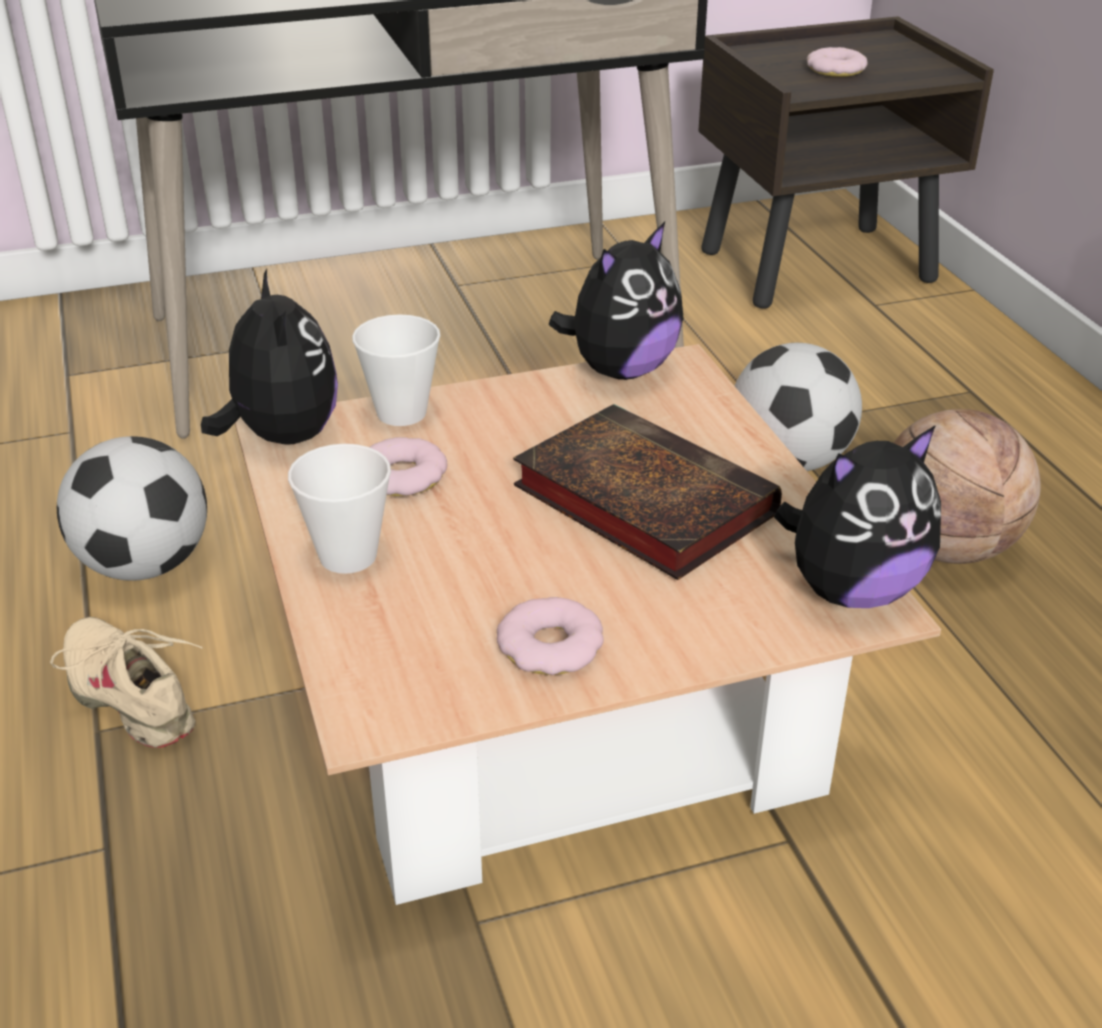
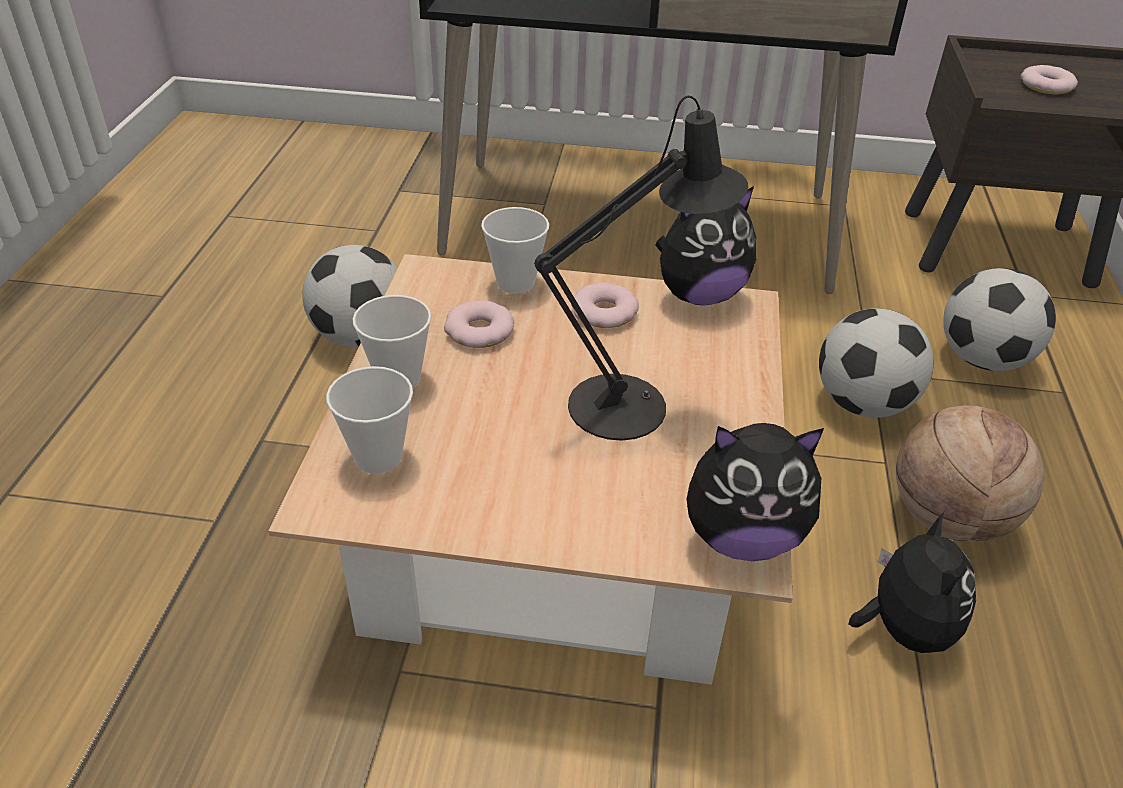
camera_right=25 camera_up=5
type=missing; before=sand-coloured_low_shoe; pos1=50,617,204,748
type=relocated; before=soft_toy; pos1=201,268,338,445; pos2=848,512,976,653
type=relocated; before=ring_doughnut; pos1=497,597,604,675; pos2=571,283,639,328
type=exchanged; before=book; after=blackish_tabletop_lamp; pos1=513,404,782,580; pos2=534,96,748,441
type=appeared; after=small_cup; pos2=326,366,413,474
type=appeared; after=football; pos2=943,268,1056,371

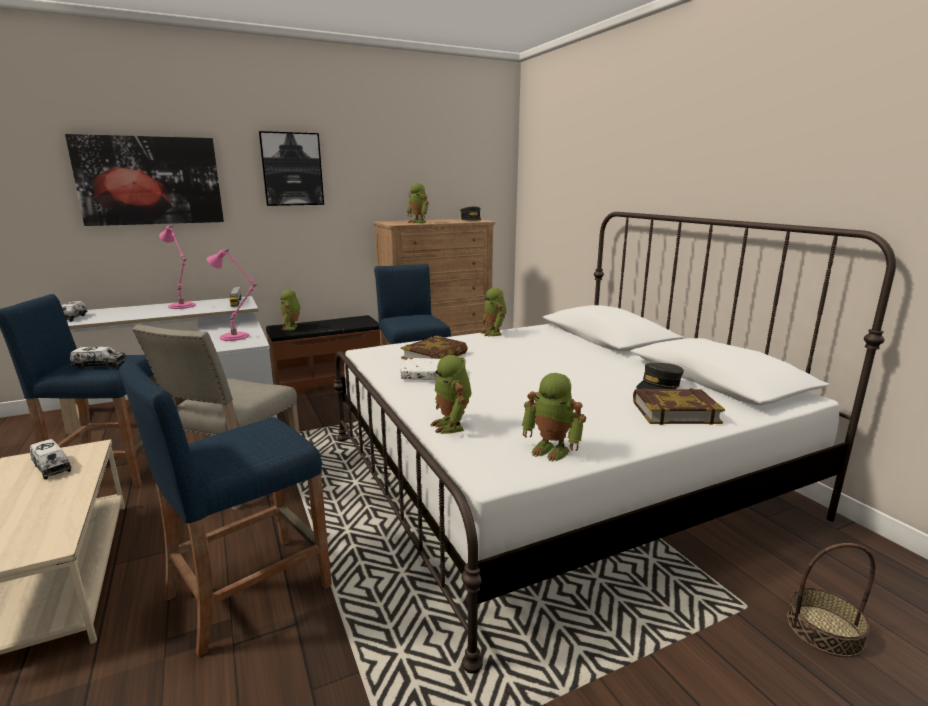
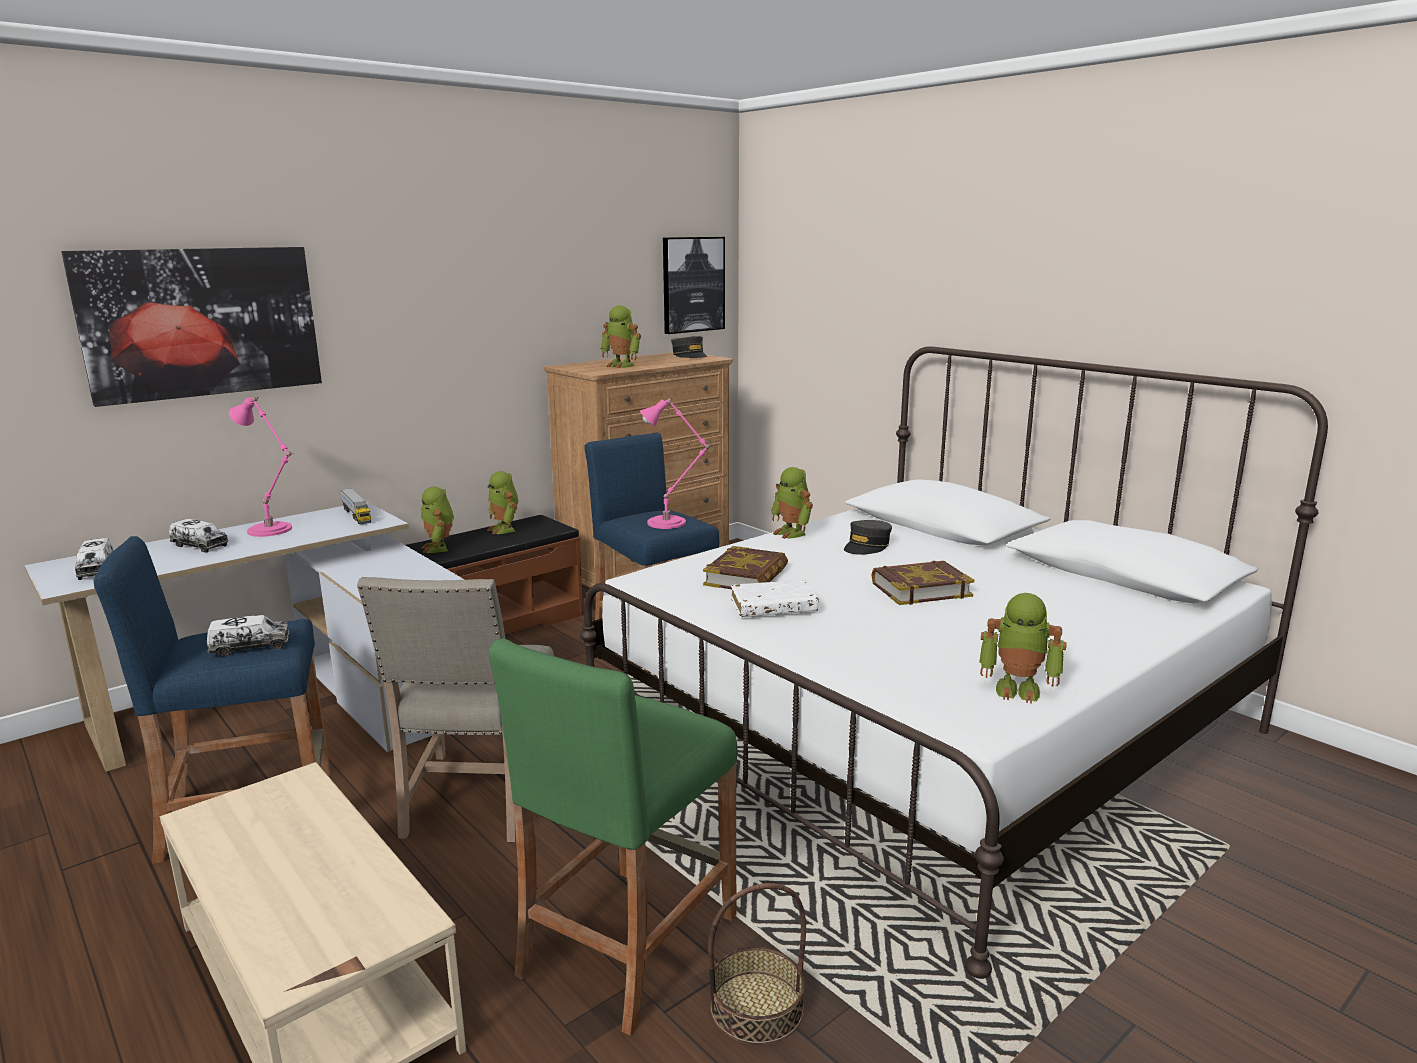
camera_right=-15 camera_up=0
type=relocated; before=model_truck; pos1=30,439,71,479; pos2=169,519,228,552
type=colour; before=blue-coloured_sitting_stool; after=greenish_sitting_stool; pos1=119,361,332,657; pos2=489,638,738,1036
type=relocated; before=pink-coloured_tabletop_lamp; pos1=207,249,258,341; pos2=640,399,709,529
type=relocated; before=picture; pos1=259,131,324,206; pos2=663,237,725,334
type=relocated; before=toy_robot; pos1=431,355,471,434; pos2=487,471,519,534
type=relocated; before=book; pos1=633,388,725,425; pos2=872,561,975,605
type=relocated; before=gray_peaked_cap; pos1=636,363,684,389; pos2=844,520,892,555
type=relocated; before=basket; pos1=787,543,875,657; pos2=708,883,806,1045

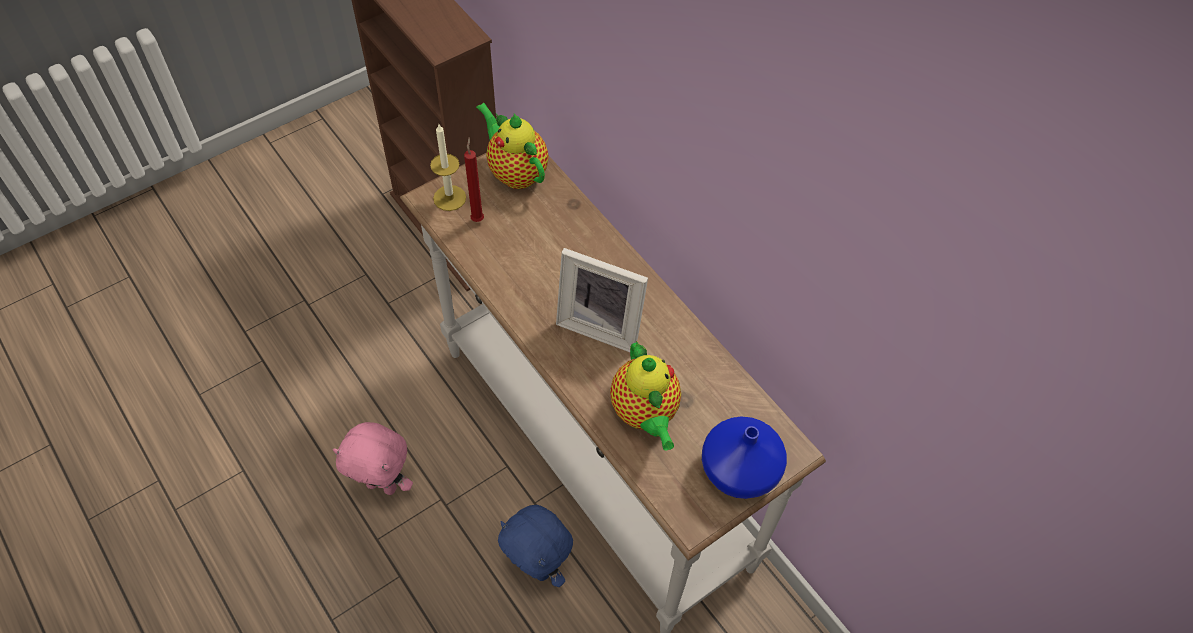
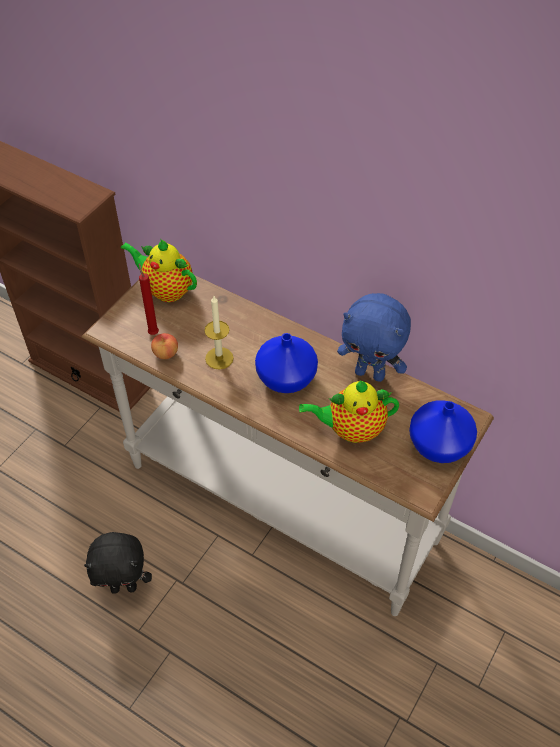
camera_right=-20 camera_up=-5
type=colour; before=pink-coloured_soft_toy; after=blackish_soft_toy; pos1=333,422,413,495; pos2=84,532,152,594
type=relocated; before=candle; pos1=430,123,466,211; pos2=204,296,234,370
type=relocated; before=blue-coloured_soft_toy; pos1=498,505,573,587; pos2=337,293,411,382
type=exchanged; before=standing_frame; after=blue-coloured_decorative_vase; pos1=556,248,648,352; pos2=255,333,318,393
type=spun; before=teapot; pos1=610,341,681,451; pos2=299,381,399,443; turn=120
type=appeared; after=apple; pos2=151,333,178,359

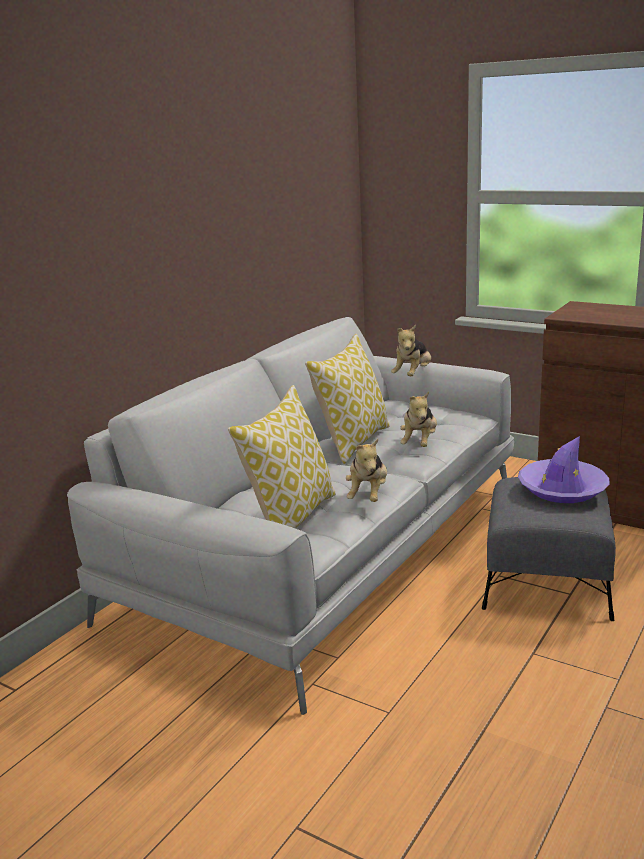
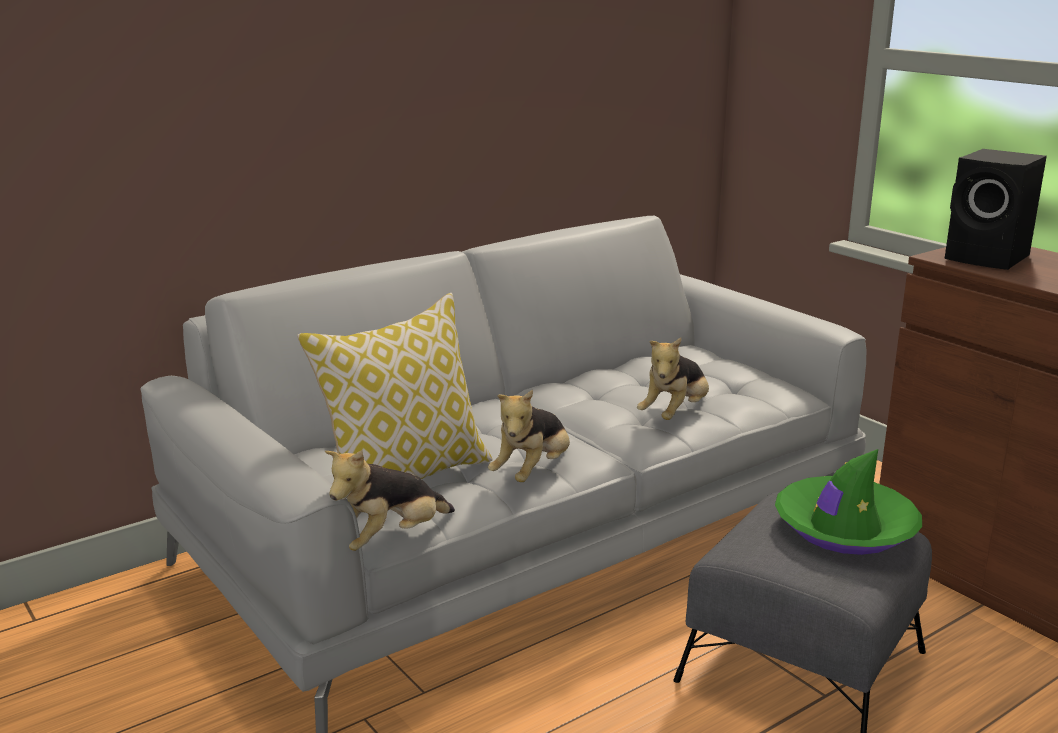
camera_right=20 camera_up=0
type=missing; before=cushion; pos1=305,334,390,464
type=relocated; before=soft_toy; pos1=391,325,431,376; pos2=325,450,455,551
type=colour; before=purple-coloured_wearable_hat; after=greenish_wearable_hat; pos1=518,436,609,503; pos2=775,449,922,555
type=appeared; after=blackish_speaker; pos2=944,149,1047,270

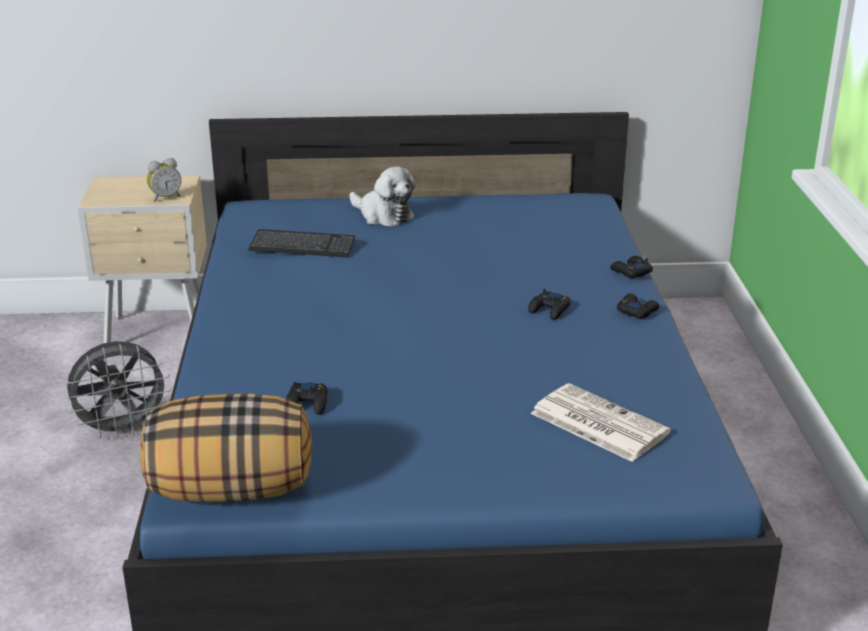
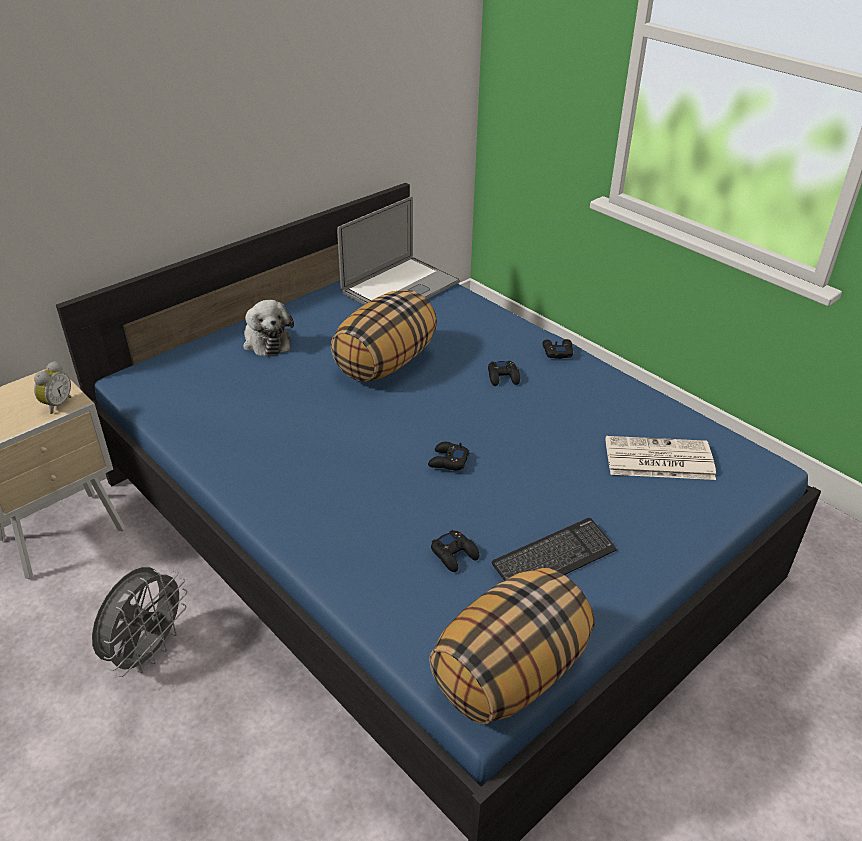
camera_right=-40 camera_up=10
type=relocated; before=computer_keyboard; pos1=248,229,355,257; pos2=492,518,617,580
type=spun; before=soft_toy; pos1=349,166,416,226; pos2=243,300,294,357; turn=60
type=relocated; before=blackish_game_controller; pos1=610,256,653,278; pos2=428,442,469,471
type=appeared; after=cushion; pos2=331,290,437,382
type=appeared; after=notebook_computer; pos2=337,196,460,305

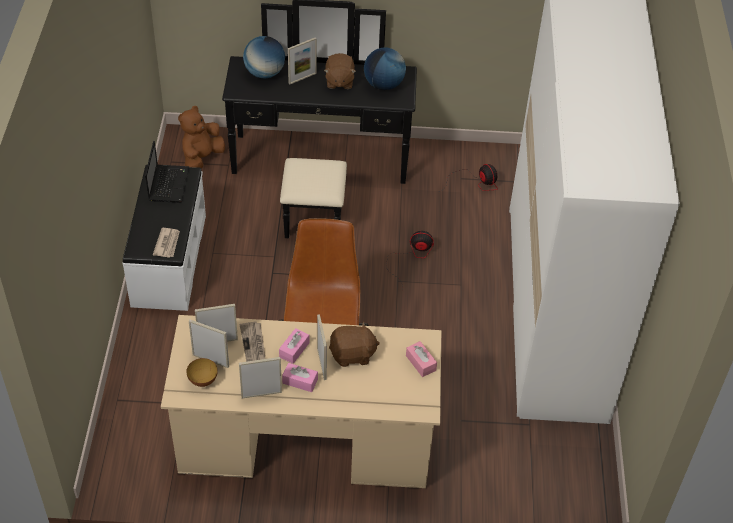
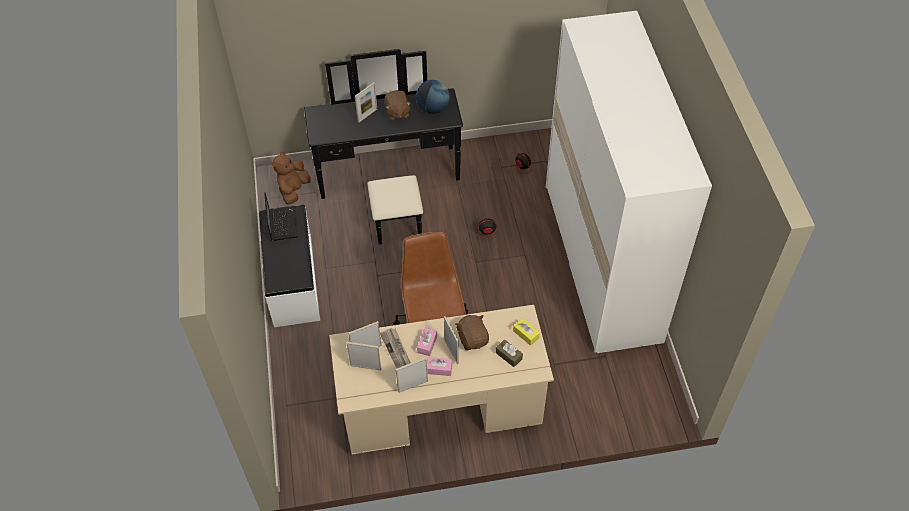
camera_right=-10 camera_up=5
type=missing; before=daily_paper; pos1=153,228,180,258
type=missing; before=bowl; pos1=186,358,218,387
type=missing; before=globe; pos1=243,36,285,78
type=spun; before=brown_soft_toy; pos1=329,322,380,367; pos2=455,315,489,350; turn=-90
type=colour; before=pink-coloured_tissue_holder; after=yellowish_tissue_holder; pos1=406,341,437,377; pos2=513,318,540,346
type=appeared; after=brown_tissue_holder; pos2=496,339,523,367

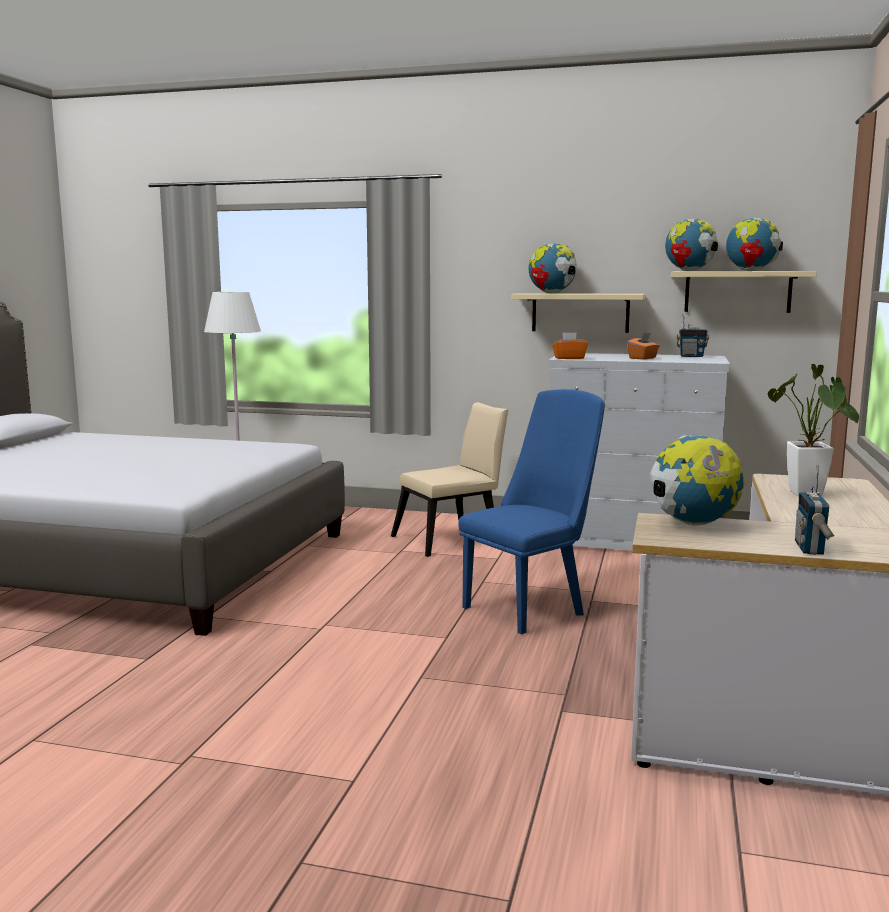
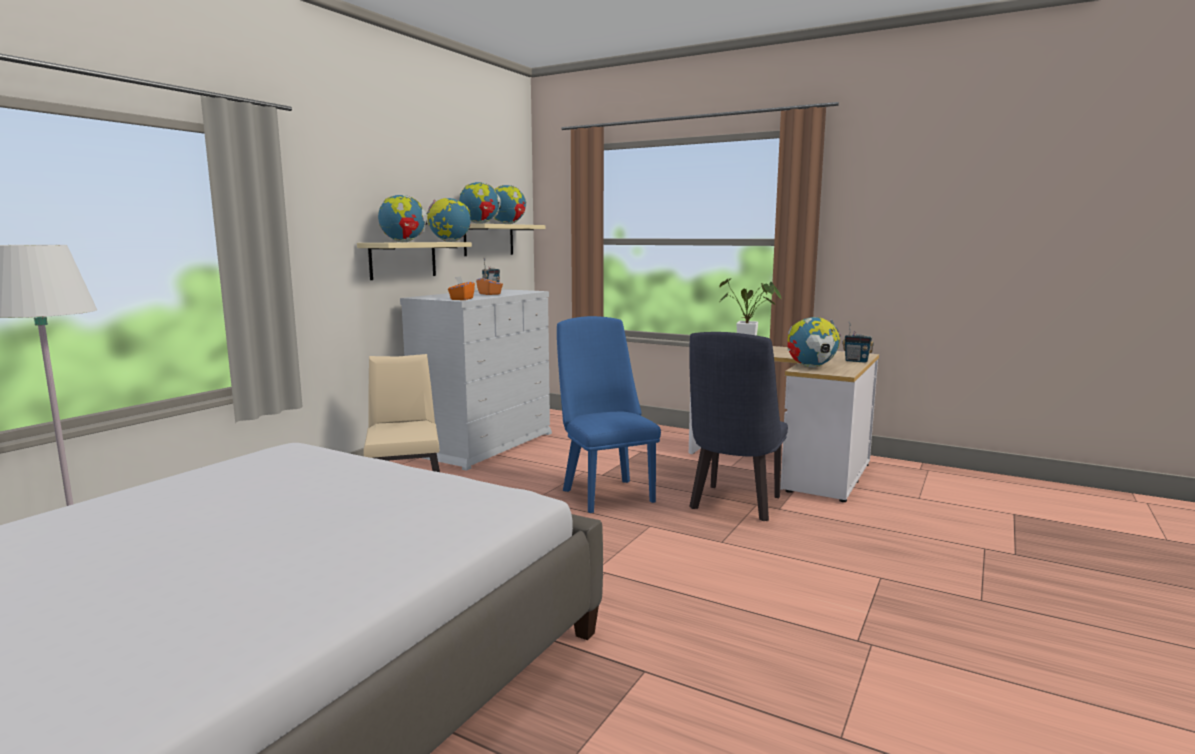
camera_right=-75 camera_up=0
type=appeared; after=globe; pos2=426,198,471,242
type=appeared; after=blue-coloured_chair; pos2=689,332,788,521

